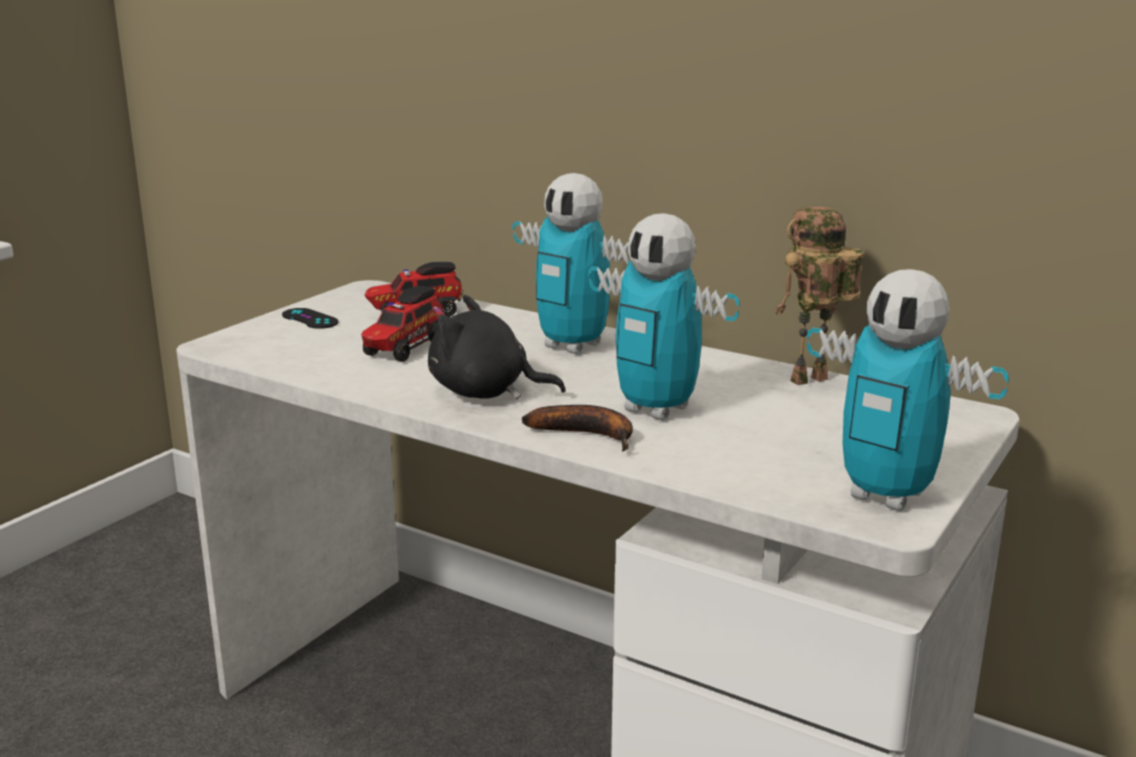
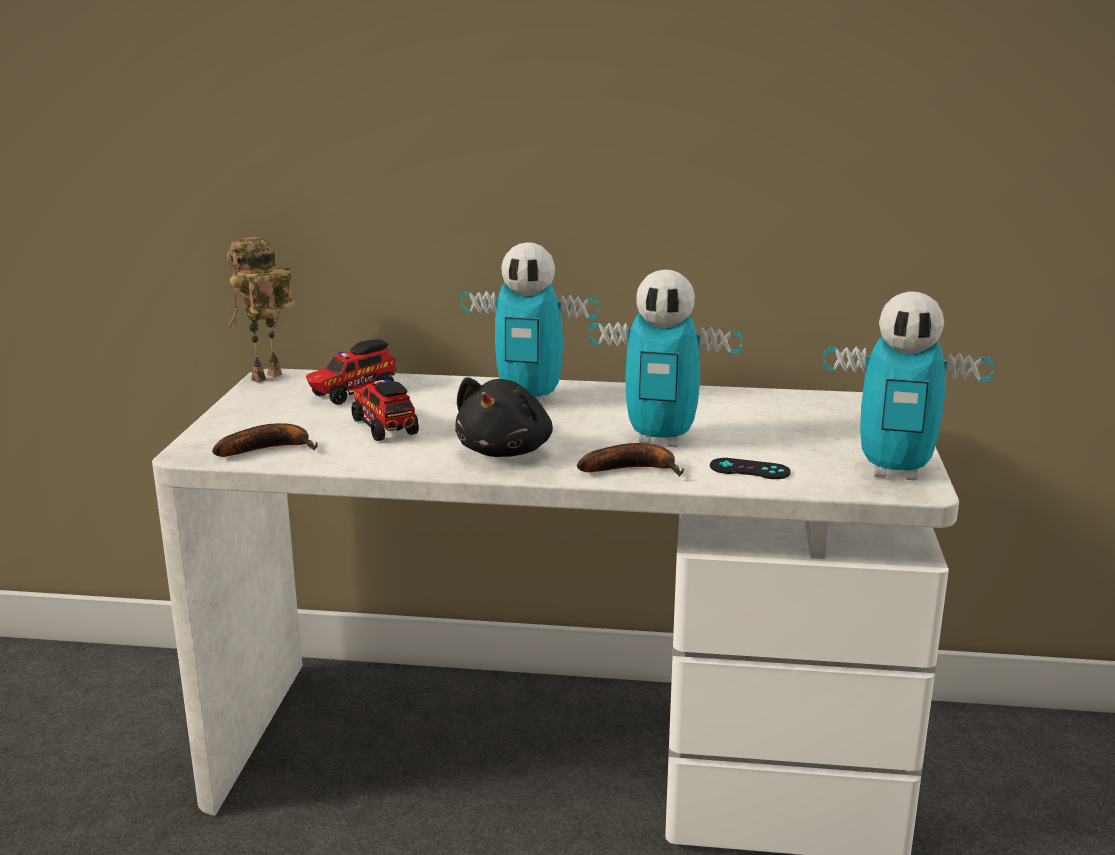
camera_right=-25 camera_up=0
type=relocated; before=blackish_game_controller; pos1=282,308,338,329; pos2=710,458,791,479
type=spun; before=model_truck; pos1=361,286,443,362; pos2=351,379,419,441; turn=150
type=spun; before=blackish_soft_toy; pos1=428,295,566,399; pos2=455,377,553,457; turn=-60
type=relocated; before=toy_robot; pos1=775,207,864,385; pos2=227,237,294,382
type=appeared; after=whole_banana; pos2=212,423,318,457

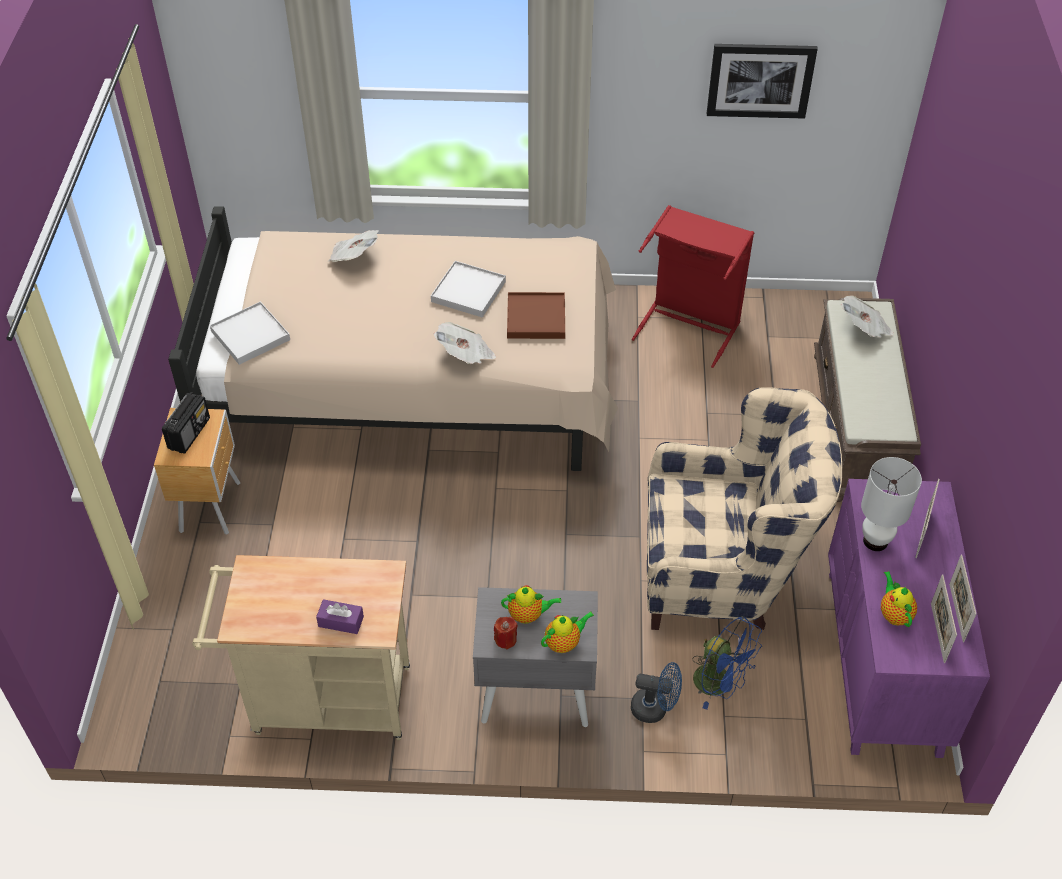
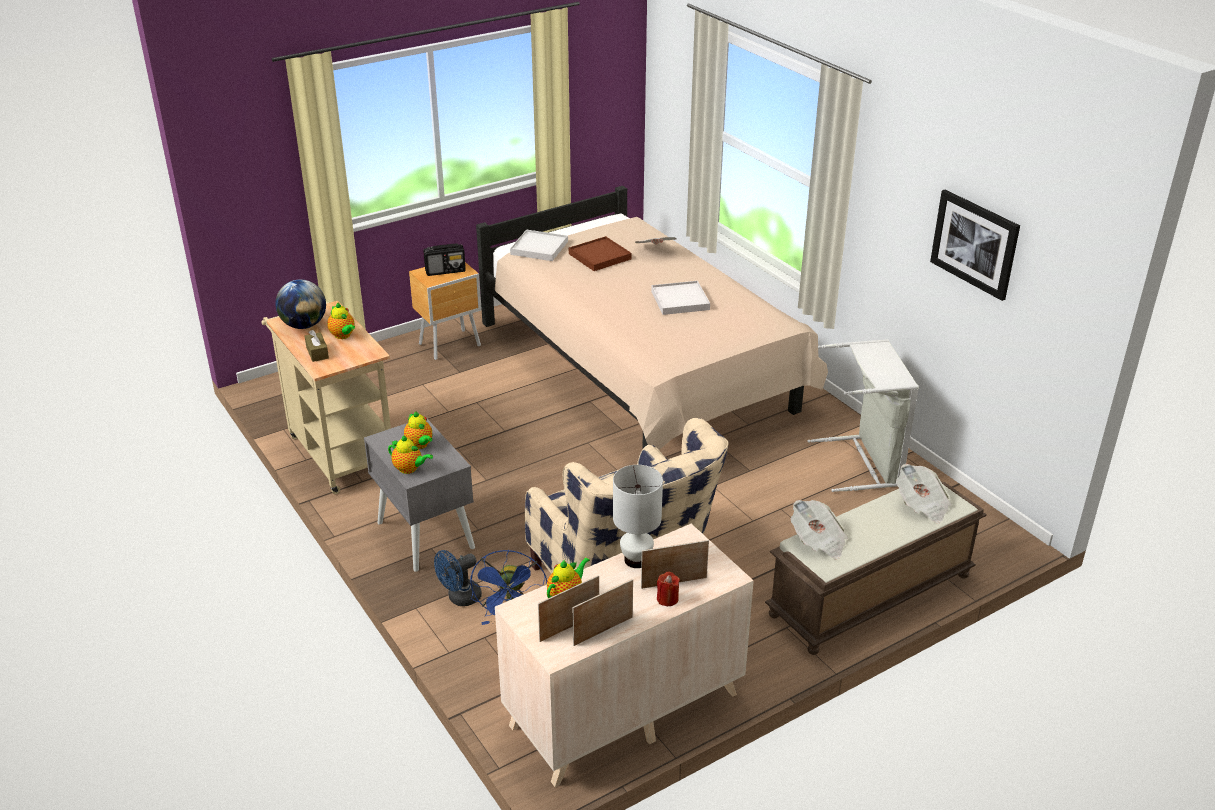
camera_right=55 camera_up=-15
type=colour; before=purple-coloured_tissue_holder; after=brown_tissue_holder; pos1=316,599,364,634; pos2=305,330,329,362
type=relocated; before=daily_paper; pos1=433,322,496,364; pos2=791,500,848,559
type=relocated; before=reddish_candle; pos1=494,617,518,649; pos2=657,572,680,606
type=relocated; before=brown_carrying_tray; pos1=507,292,565,339; pos2=569,236,632,271
type=spun; before=blue-coloured_cooling_fan; pos1=631,662,682,723; pos2=434,550,482,606; turn=75
type=colour; before=reddish_washing_basket; after=gray_washing_basket; pos1=632,205,754,368; pos2=807,339,919,492
type=colour; before=purple-coloured_chest_of_drawers; after=sand-coloured_chest_of_drawers; pos1=828,479,990,758; pos2=495,524,754,787
type=appeared; after=globe; pos2=275,279,326,329
type=appeared; after=teapot; pos2=327,303,355,339

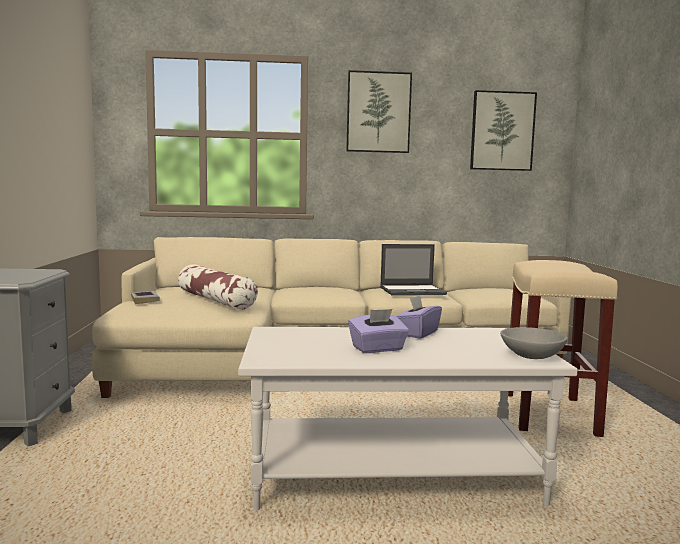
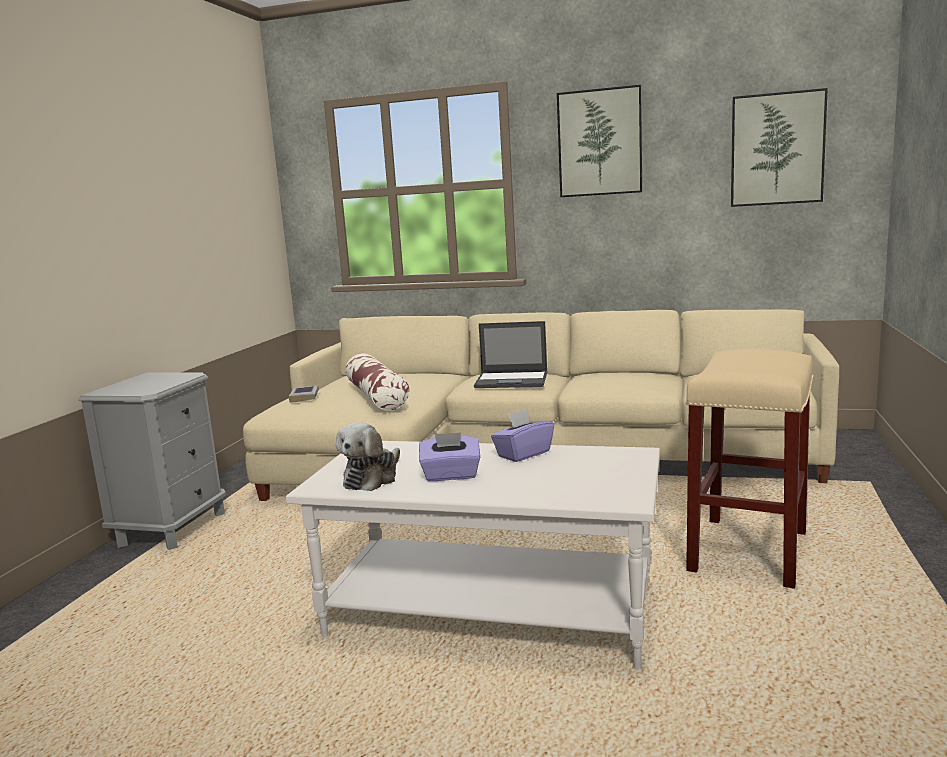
camera_right=20 camera_up=5
type=relocated; before=notebook_computer; pos1=380,244,447,296; pos2=474,321,547,388
type=missing; before=gray_bowl; pos1=500,327,568,359
type=appeared; after=soft_toy; pos2=336,422,400,491

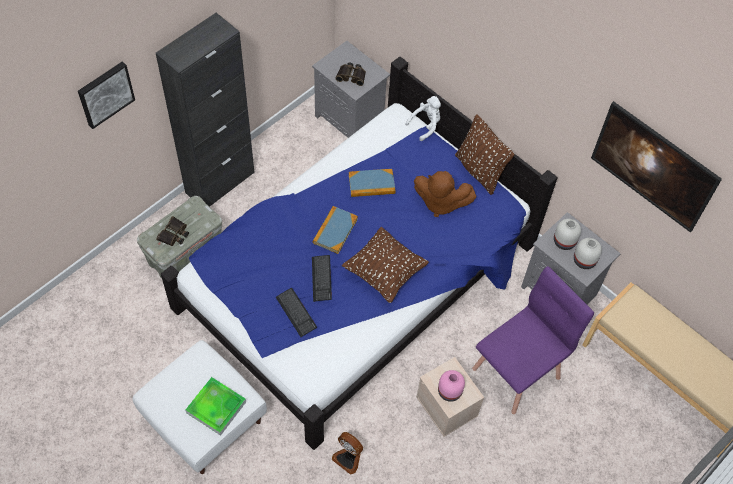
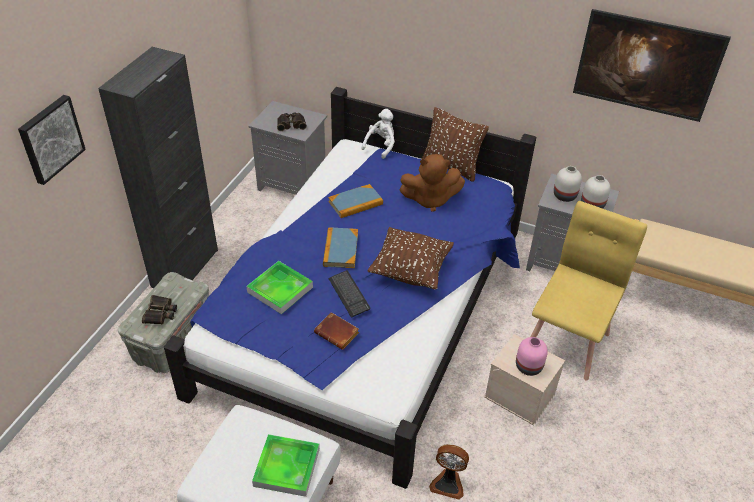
camera_right=-20 camera_up=-15
type=exchanged; before=computer_keyboard; after=brown_book; pos1=276,288,317,337; pos2=314,312,359,350
type=colour; before=purple-coloured_chair; after=yellowish_chair; pos1=472,266,594,414; pos2=531,201,647,381
type=appeared; after=carrying_tray; pos2=246,261,313,314

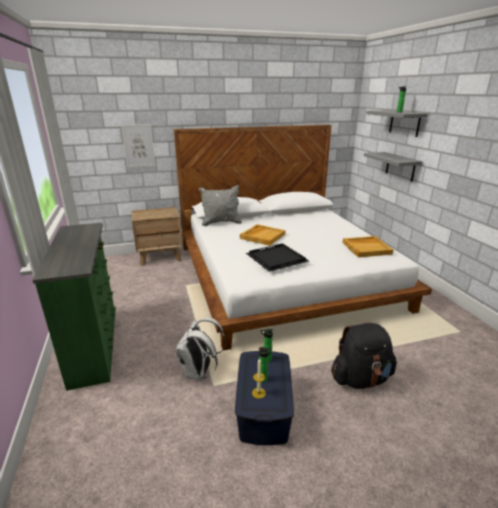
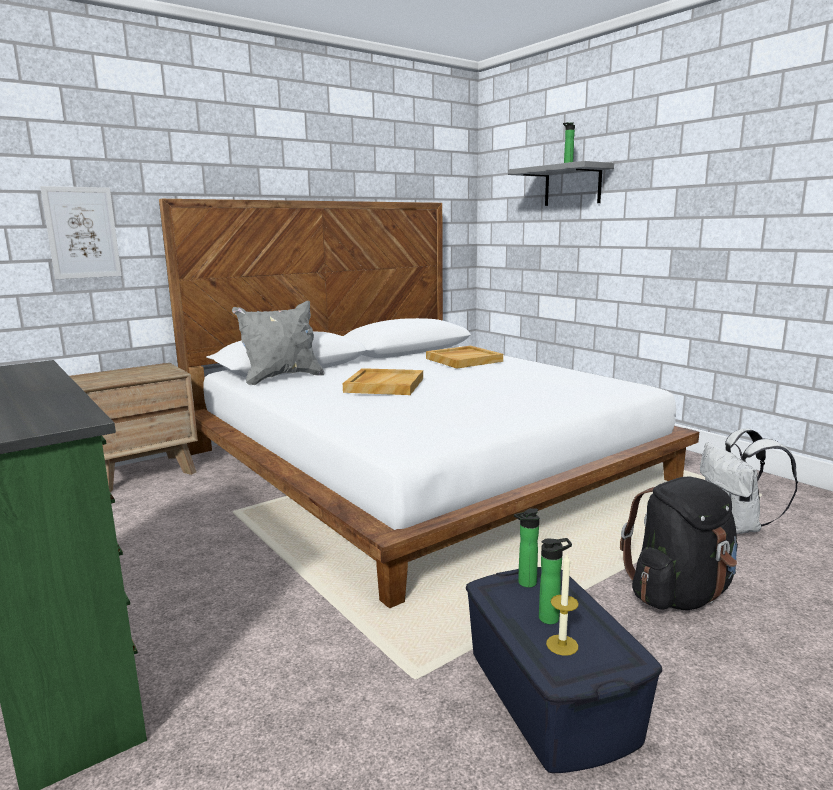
camera_right=-20 camera_up=-10
type=relocated; before=white-coloured_backpack; pos1=176,318,226,381; pos2=700,429,798,534
type=missing; before=blackish_carrying_tray; pos1=246,243,309,272
type=relocated; before=sand-coloured_carrying_tray; pos1=343,236,393,257; pos2=426,346,503,368
type=missing; before=gray_wall_shelf; pos1=364,152,422,182

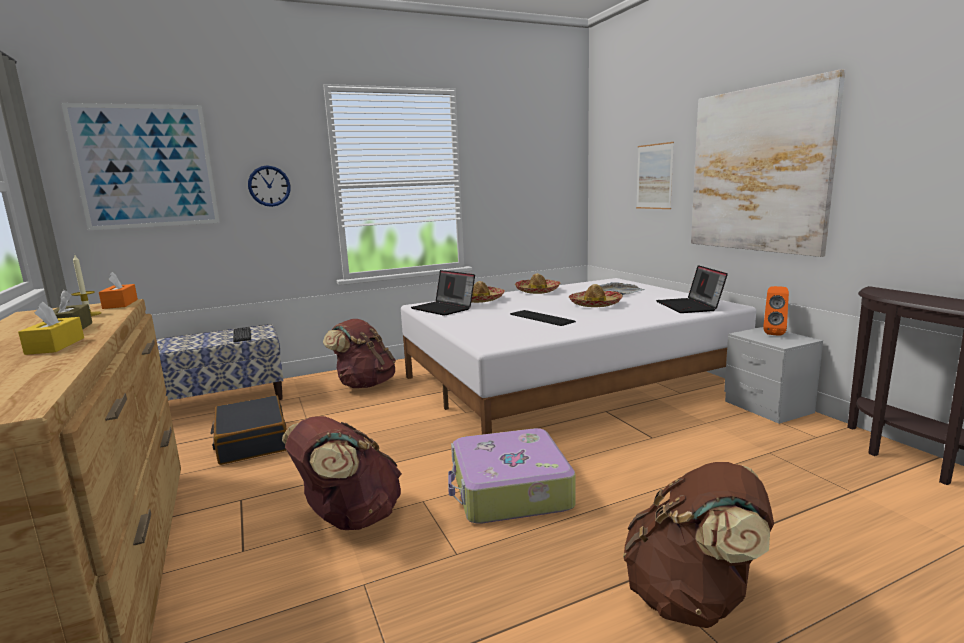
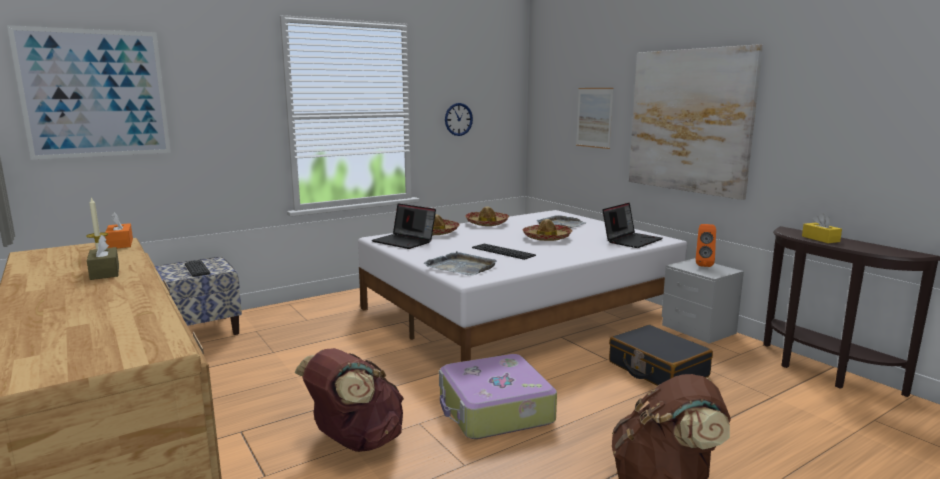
camera_right=-10 camera_up=0
type=relocated; before=yellowish_tissue_holder; pos1=18,302,84,355; pos2=802,213,842,243
type=relocated; before=blackish_piece_of_luggage; pos1=211,395,287,465; pos2=609,324,713,386
type=relocated; before=hanging_clock; pos1=248,166,291,207; pos2=445,103,473,136
type=missing; before=brown_backpack; pos1=323,319,396,388
type=spun; before=notebook_computer; pos1=656,265,728,313; pos2=602,203,663,248; turn=-120
type=appeared; after=gray_carrying_tray; pos2=424,251,497,276

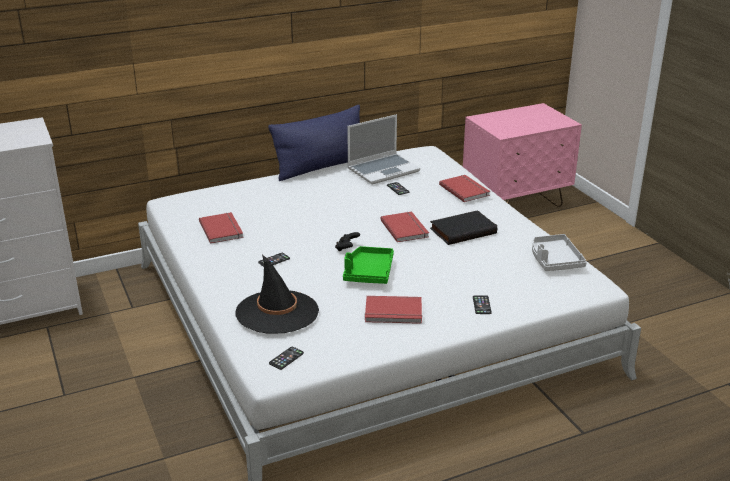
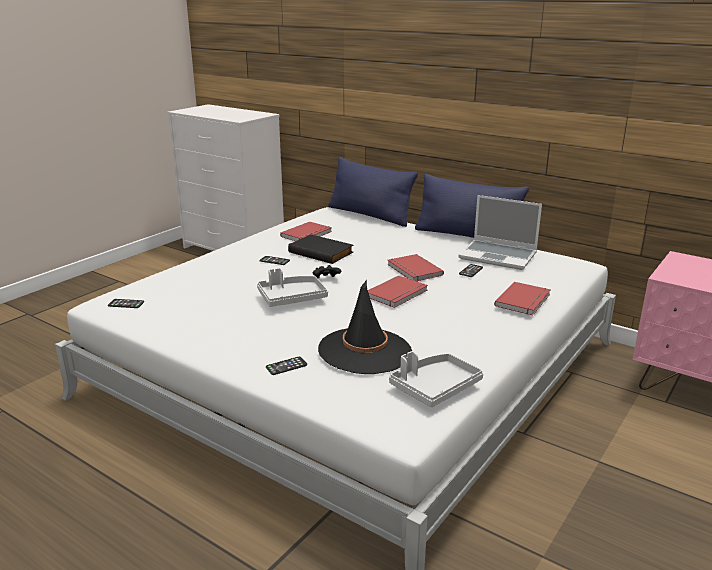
camera_right=60 camera_up=-5
type=relocated; before=blackish_wearable_hat; pos1=235,254,319,334; pos2=318,280,412,374
type=colour; before=greenish_carrying_tray; after=gray_carrying_tray; pos1=343,246,394,284; pos2=257,268,328,307
type=relocated; before=reddish_book; pos1=365,296,422,324; pos2=387,254,444,282
type=relocated; before=blackish_book; pos1=430,210,497,245; pos2=288,234,353,264
type=appeared; after=blue-coloured_cushion; pos2=328,157,418,227

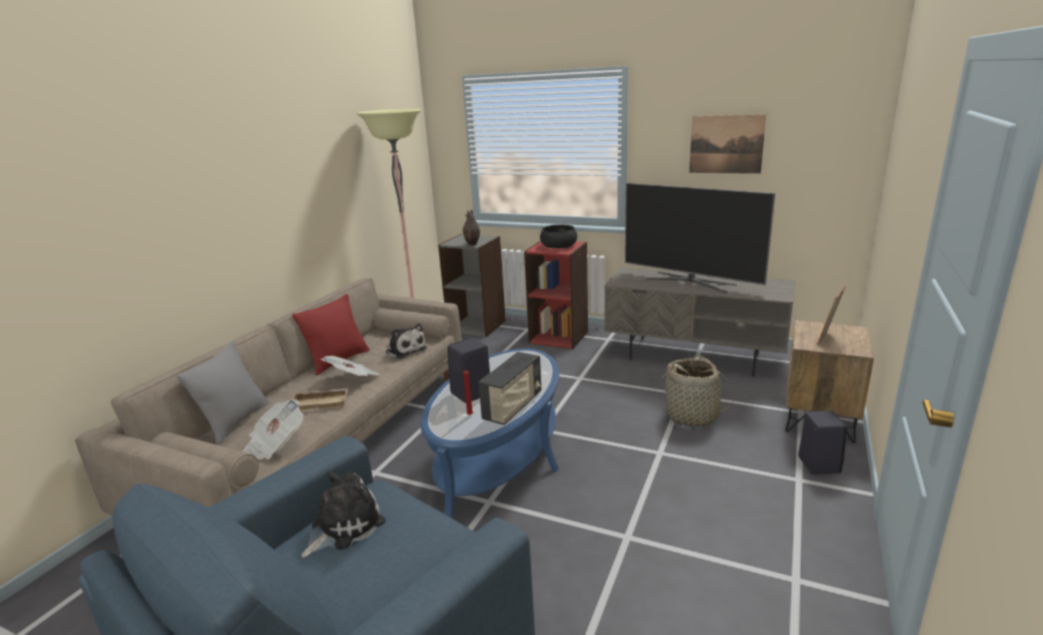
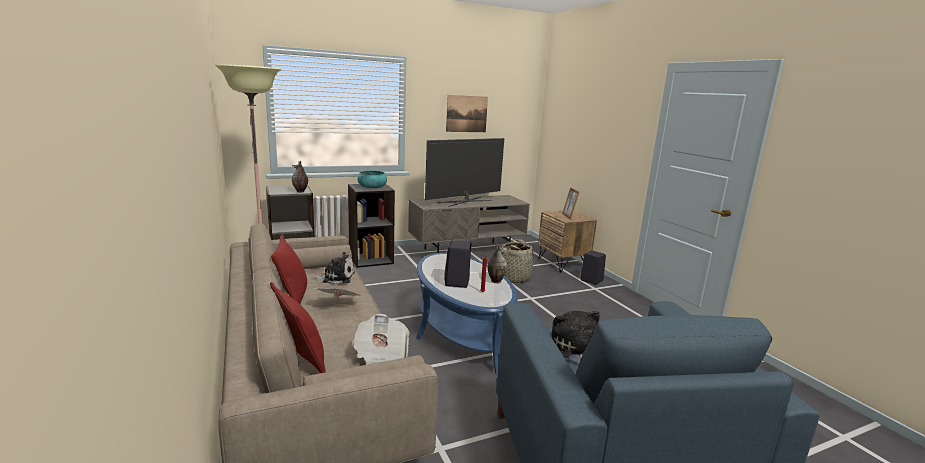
camera_right=-50 camera_up=-5
type=colour; before=gray_cushion; after=reddish_cushion; pos1=177,341,269,445; pos2=270,282,326,373
type=missing; before=sand-coloured_carrying_tray; pos1=292,389,348,410
type=exchanged; before=radio_set; after=decorative_vase; pos1=479,352,541,425; pos2=488,243,507,283
type=colour; before=reddish_bookcase; after=blackish_bookcase; pos1=524,240,588,349; pos2=348,184,395,268
type=colour; before=blackish_bowl; after=turquoise_bowl; pos1=540,225,577,249; pos2=358,171,387,188
type=spun; before=TV; pos1=625,183,775,293; pos2=425,138,504,207; turn=150

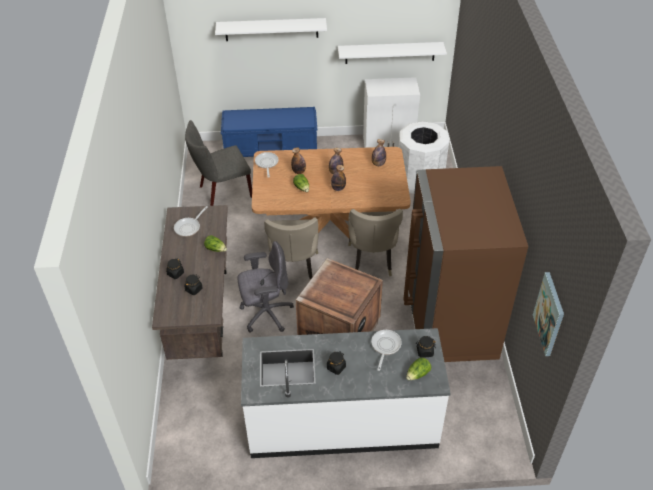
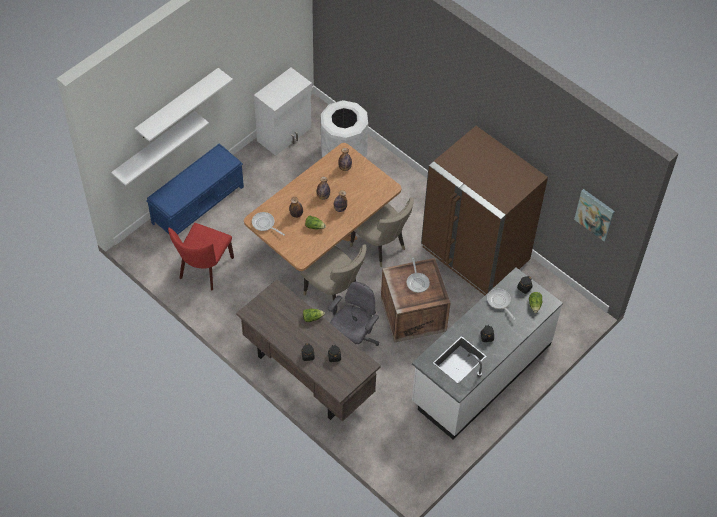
camera_right=-45 camera_up=10
type=relocated; before=skillet; pos1=174,206,208,237; pos2=407,258,430,293
type=colour; before=gray_chair; after=reddish_chair; pos1=185,120,252,206; pos2=168,223,234,291
type=relocated; before=white-coloured_wall_shelf; pos1=338,42,447,64; pos2=111,111,209,186

